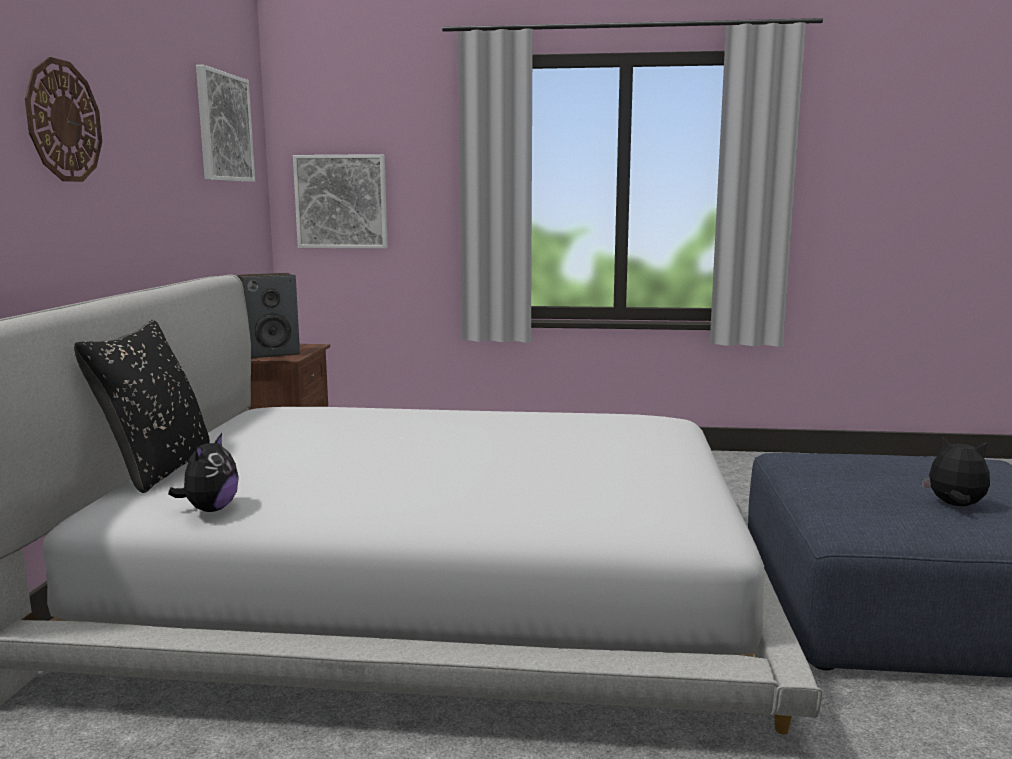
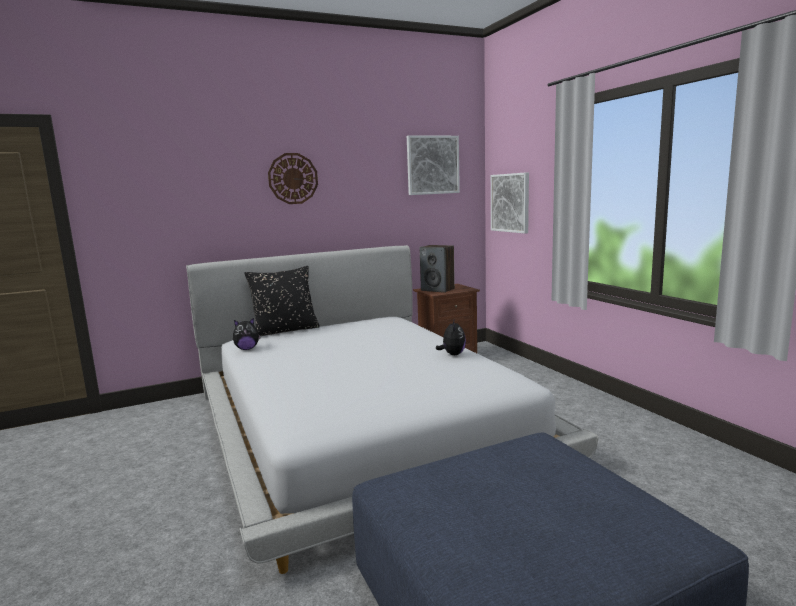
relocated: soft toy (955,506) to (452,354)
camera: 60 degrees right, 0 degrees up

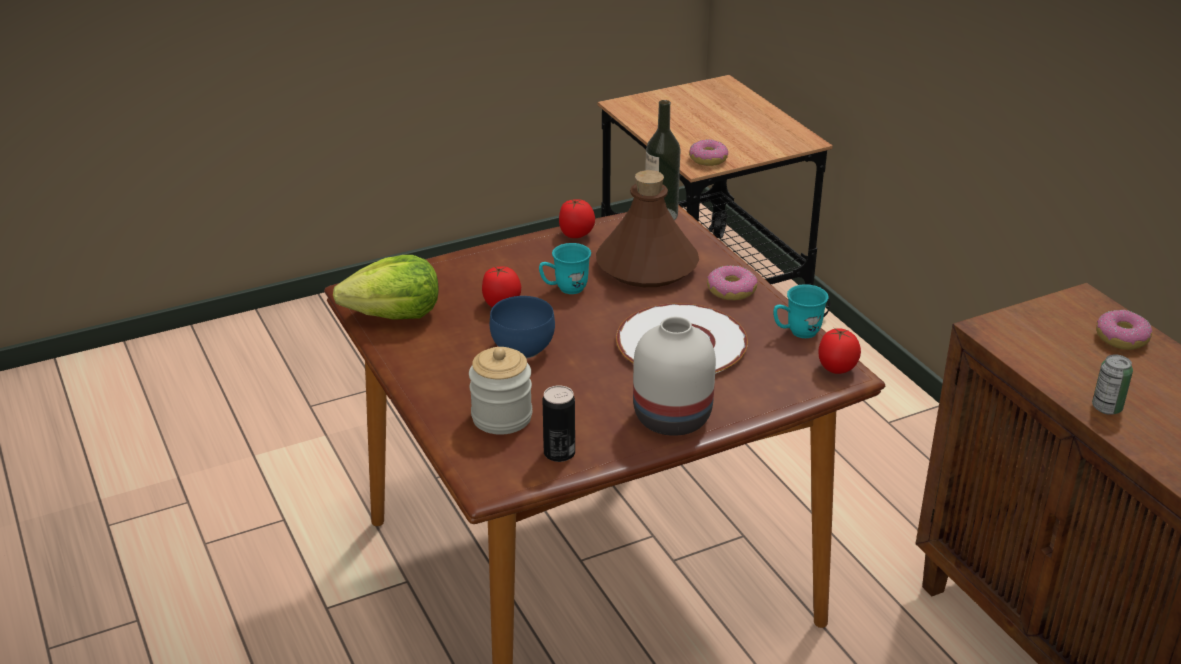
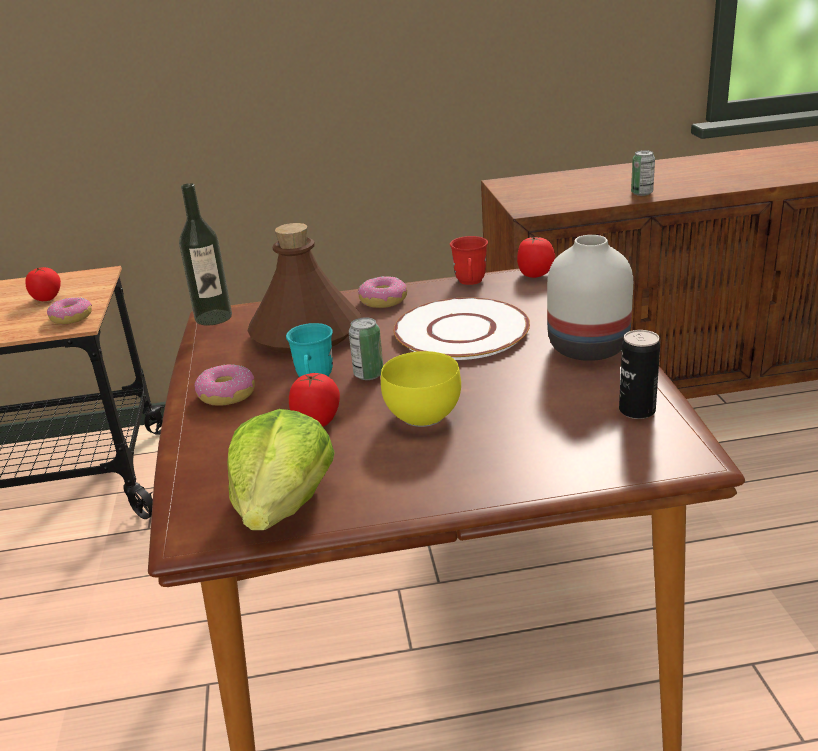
missing: jar (502,417)
appeared: metal can (368,374)
relocated: whole tomato (576,235) to (47,298); doughnut (1121,338) to (226,395)
colour: blue deep dish (520,349) to yellowish deep dish (421,417); turquoise-coloured coffee mug (797,332) to reddish coffee mug (470,283)
camera: 70 degrees left, 5 degrees down

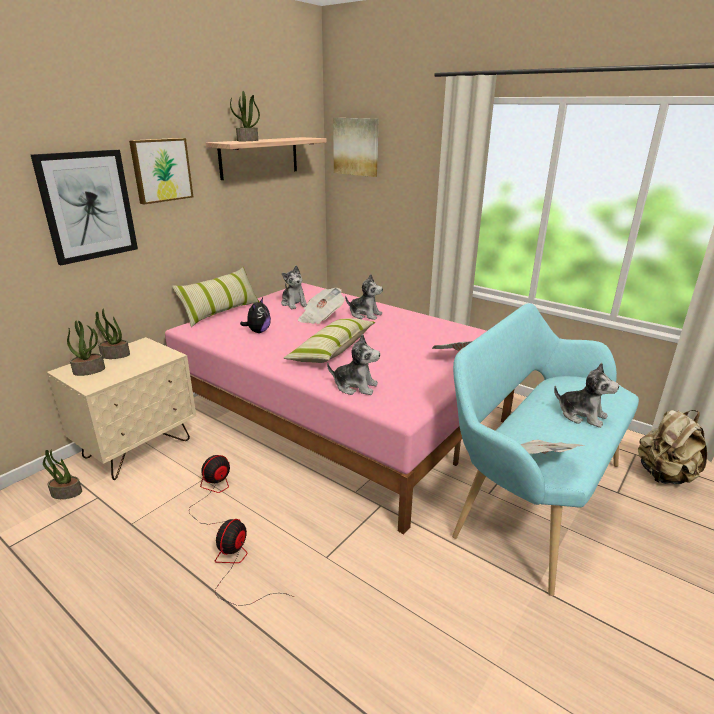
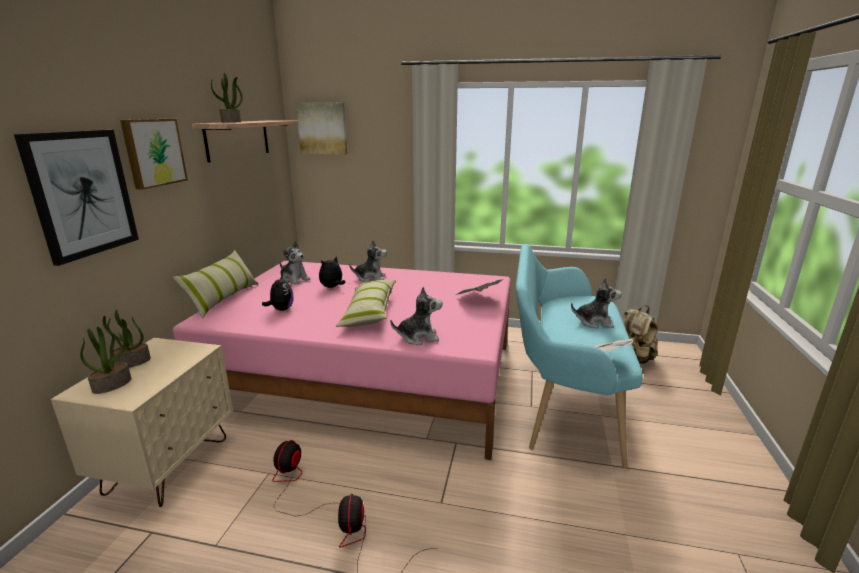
missing: houseplant (66,493)
exchanged: newspaper (320,318) to soft toy (332,287)
camera: 25 degrees left, 5 degrees down

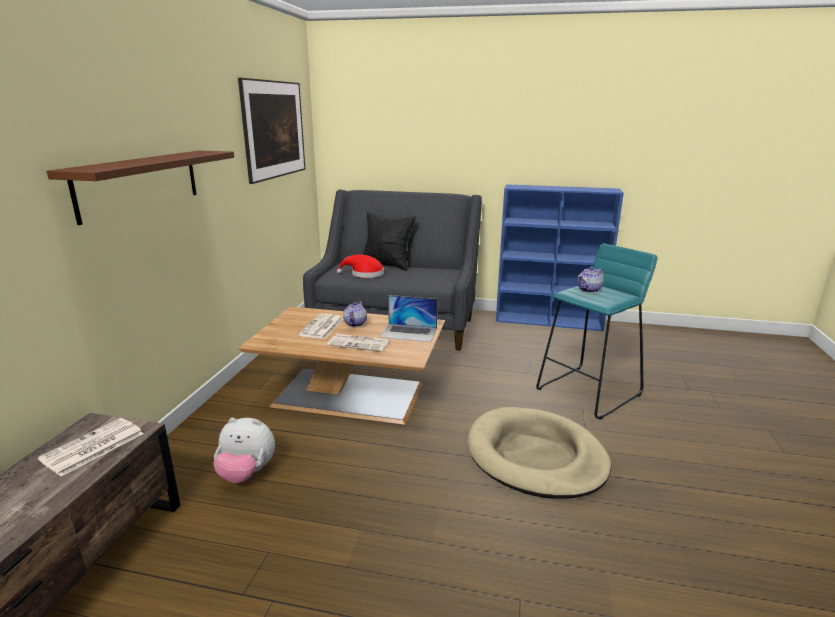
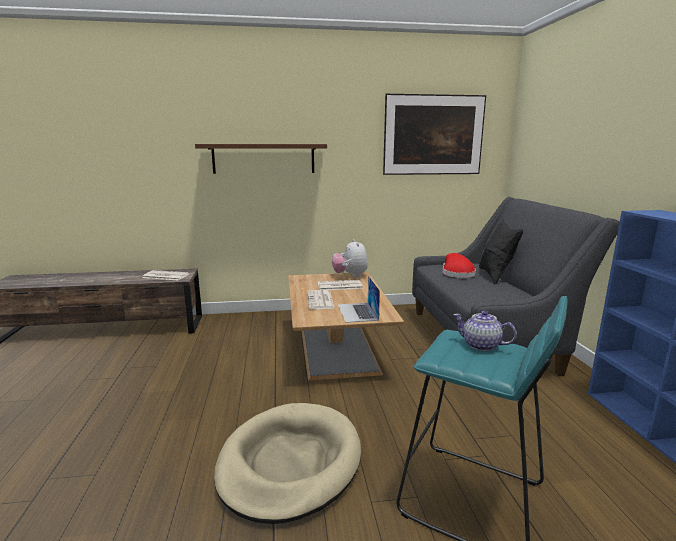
missing: teapot (355,323)
relocated: soft toy (246,473) to (350,275)
camera: 70 degrees right, 5 degrees down

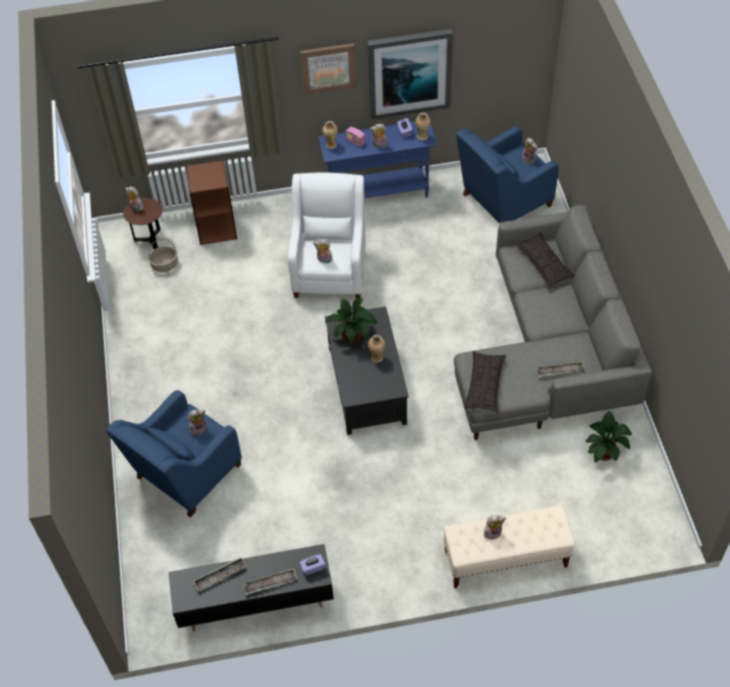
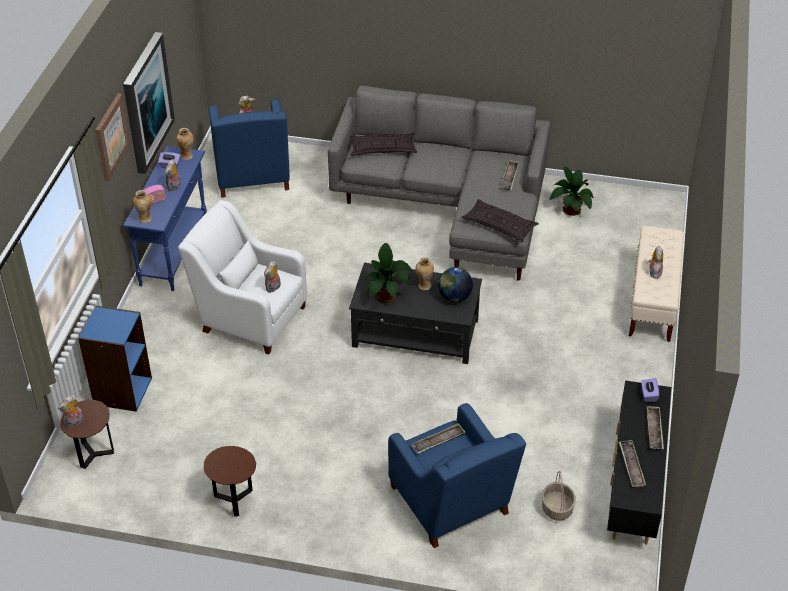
appeared: brown end table (234,500); world globe (454,297)
relocated: storage basket (164,265) to (557,509)
exchanged: soft toy (198,428) to carrying tray (438,441)
colour: brown bookshelf (216,228) to blue bookshelf (122,391)
camera: 70 degrees left, 10 degrees down

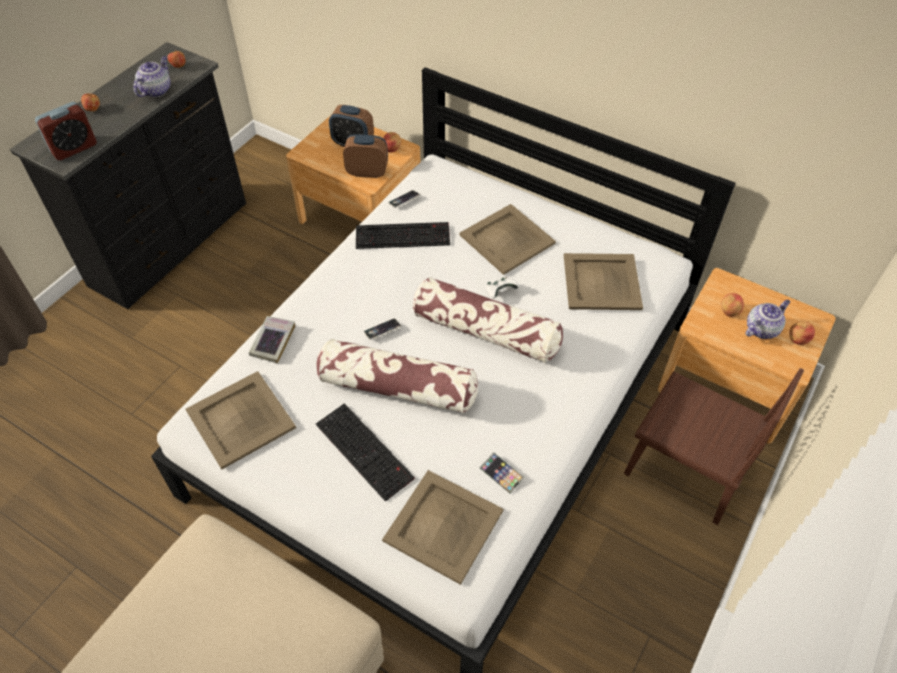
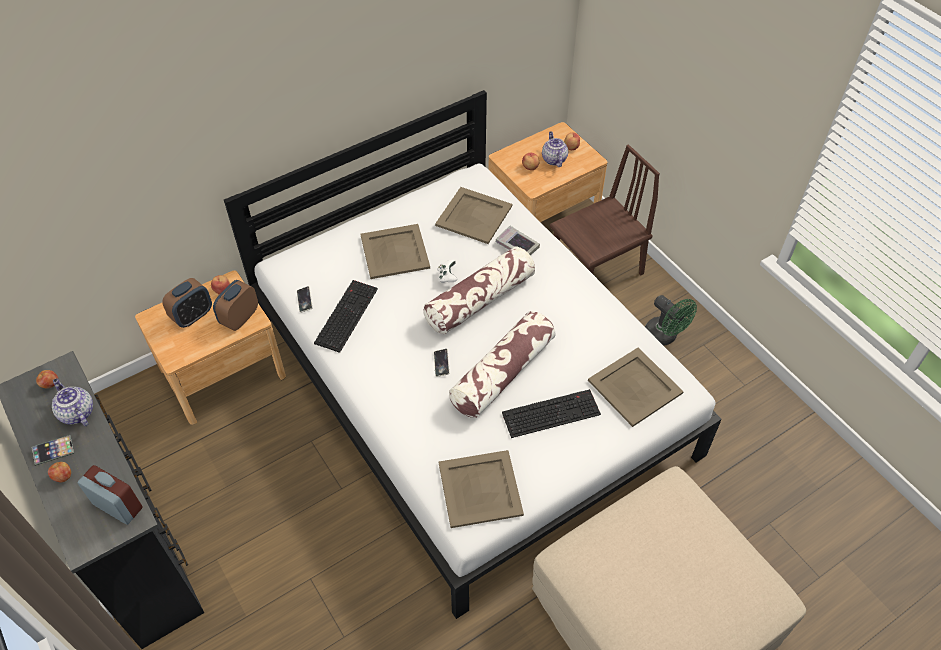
appeared: green-coloured electric fan (664,337)
relocated: phone (501,474) to (53,451); book (273,341) to (517,245)
spun: bedside clock (74,148) = (118,506) 45 degrees counterclockwise
camera: 65 degrees left, 0 degrees up

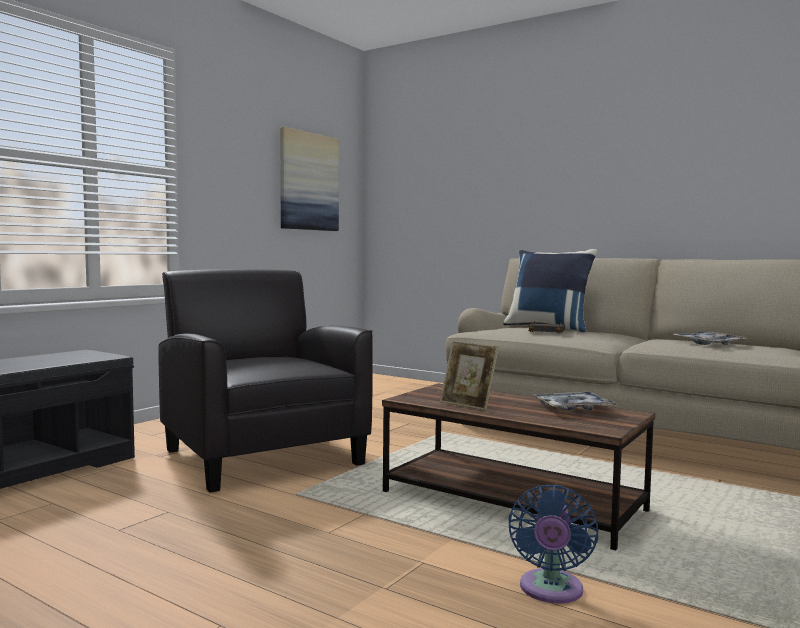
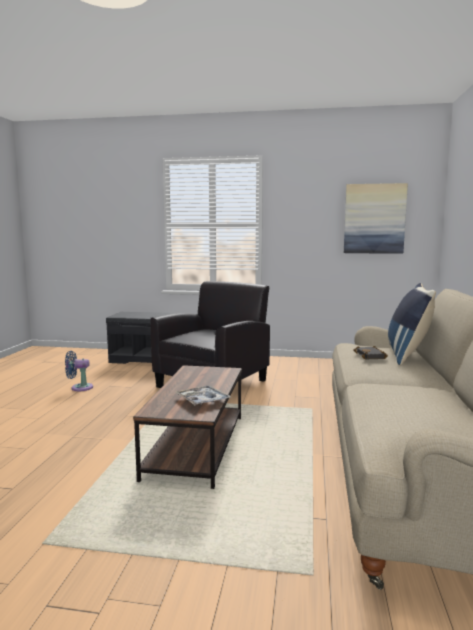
missing: picture frame (468,405); carrying tray (709,344)
relocated: blue electric fan (550,591) to (79,388)
camera: 65 degrees right, 5 degrees up

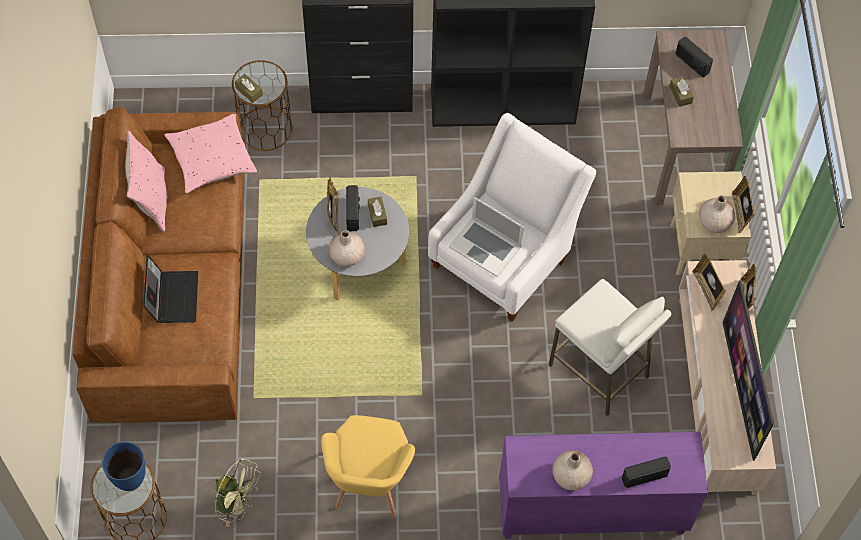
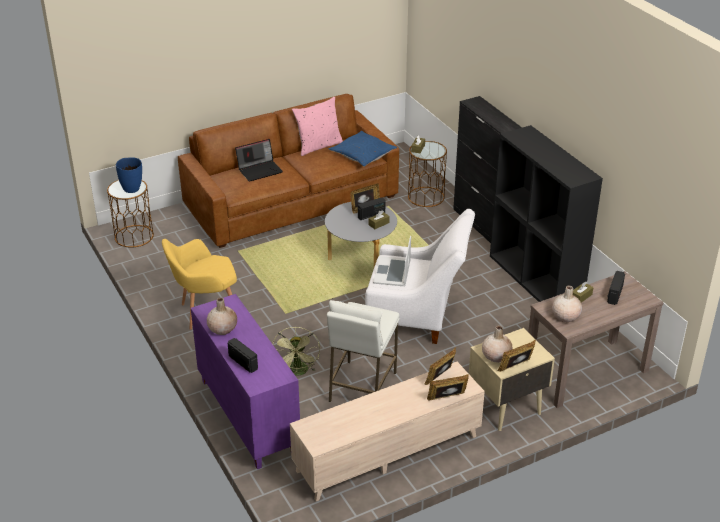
missing: TV set (740,390)
relocated: green-coloured electric fan (237,503) to (298,372); beige vase (346,256) to (565,316)
colour: pink throw pillow (211,159) to blue throw pillow (362,155)
camera: 65 degrees right, 25 degrees down

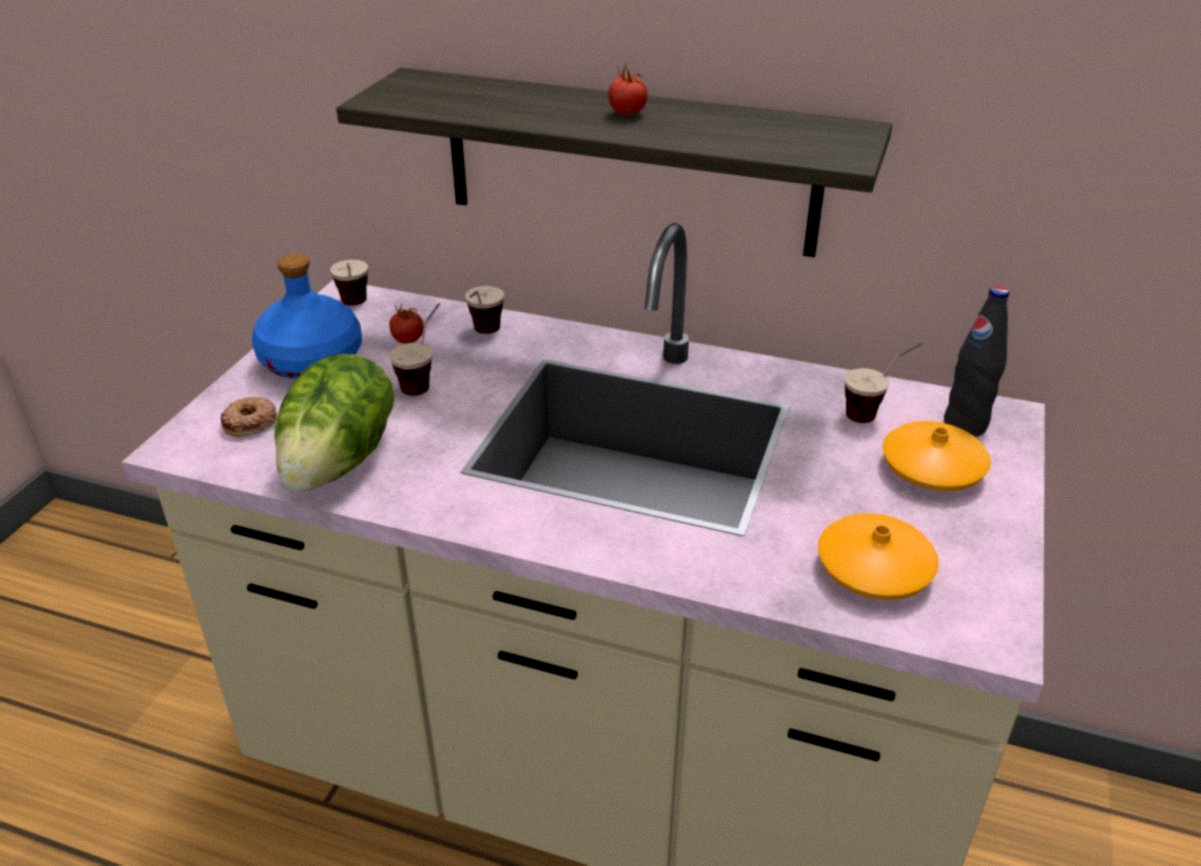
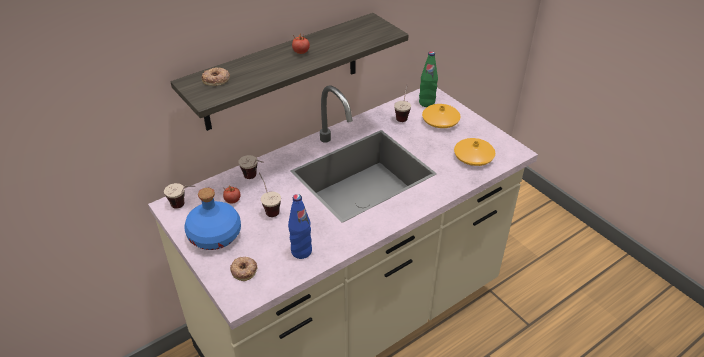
appeared: doughnut (216,79)
exchanged: lettuce head (342,460) to blue bottle (301,251)
colour: black-coloured bottle (965,425) to green-coloured bottle (426,103)
camera: 55 degrees left, 5 degrees up

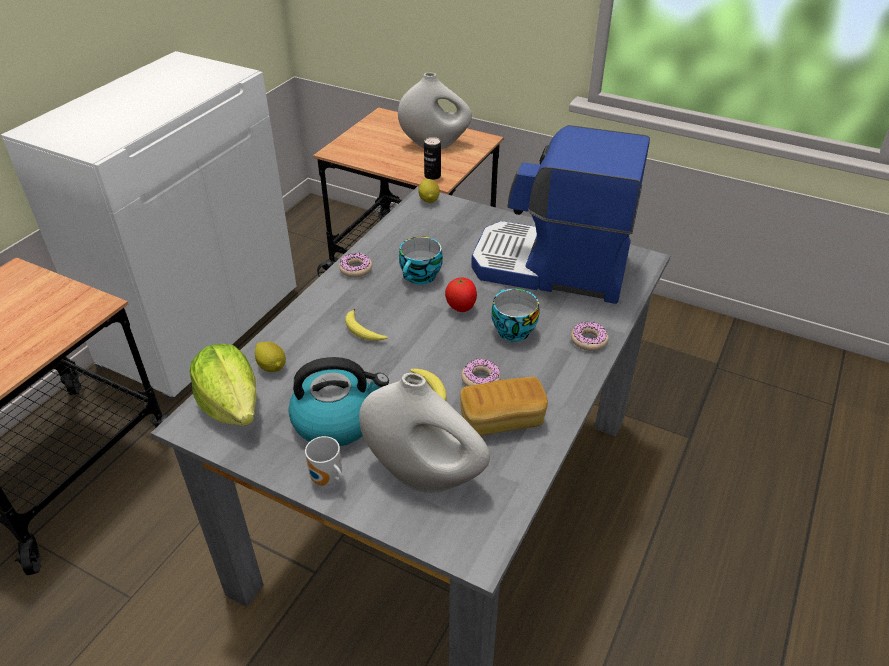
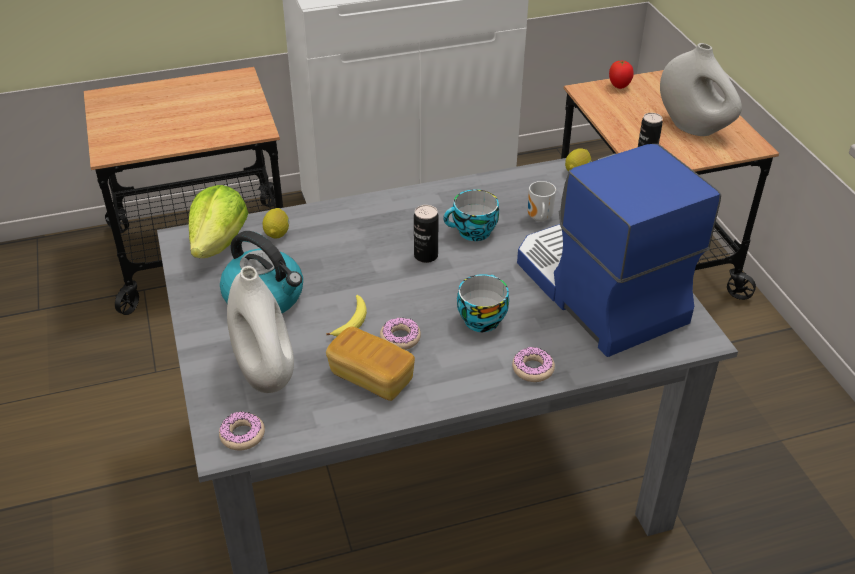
missing: whole banana (363,331)
appeared: metal can (426,256)
relocated: doughnut (356,269) to (242,435); coffee mug (327,480) to (538,218); whole tomato (461,308) to (619,86)
camera: 45 degrees right, 0 degrees up

